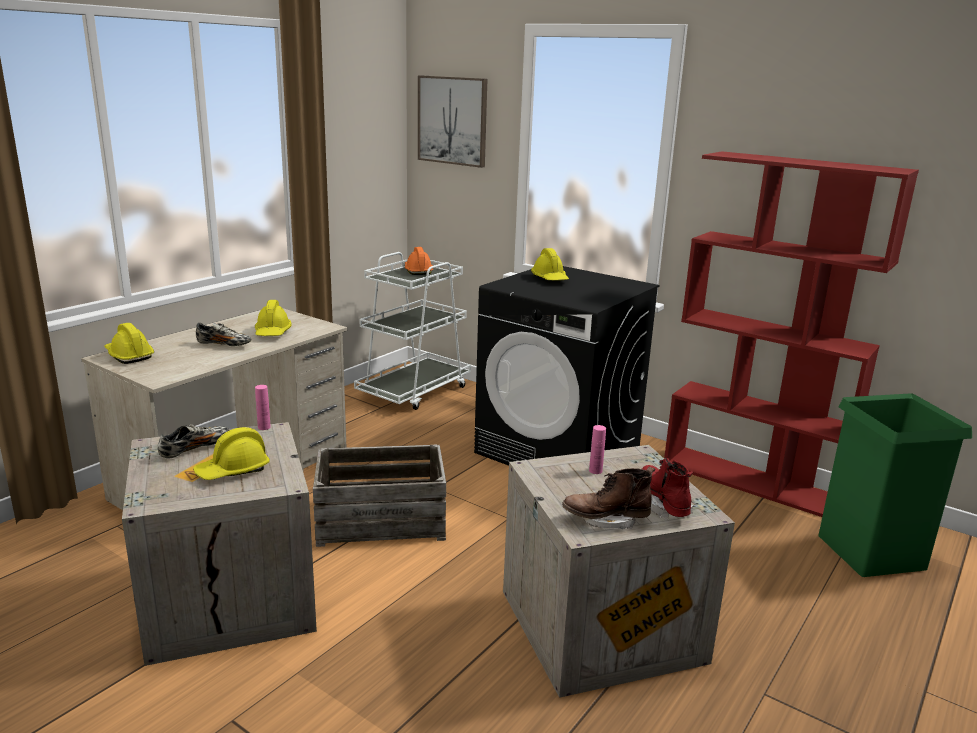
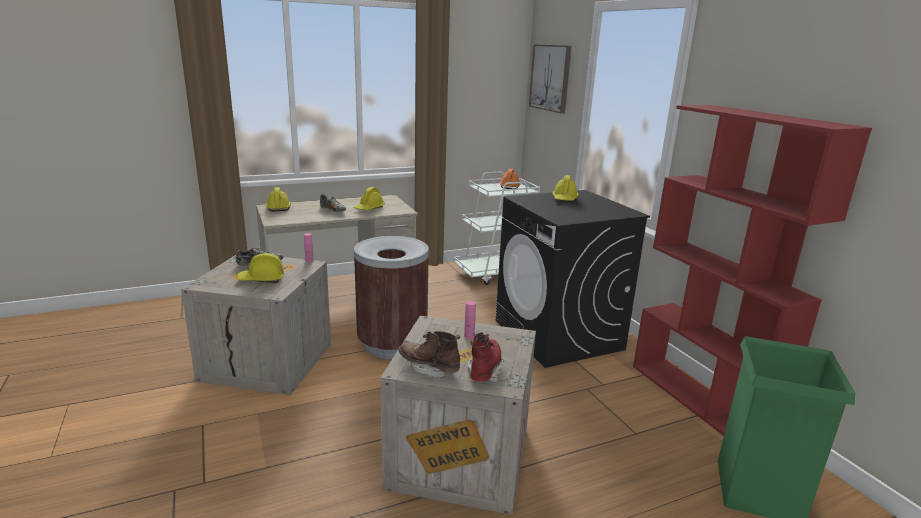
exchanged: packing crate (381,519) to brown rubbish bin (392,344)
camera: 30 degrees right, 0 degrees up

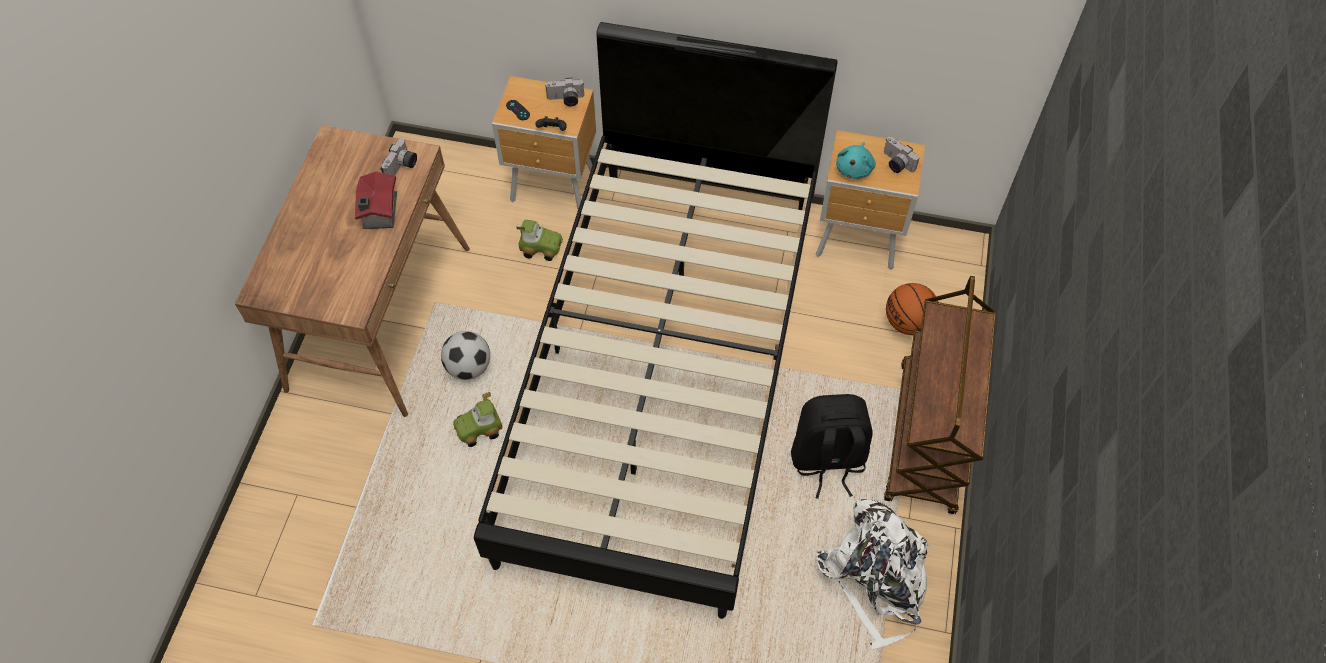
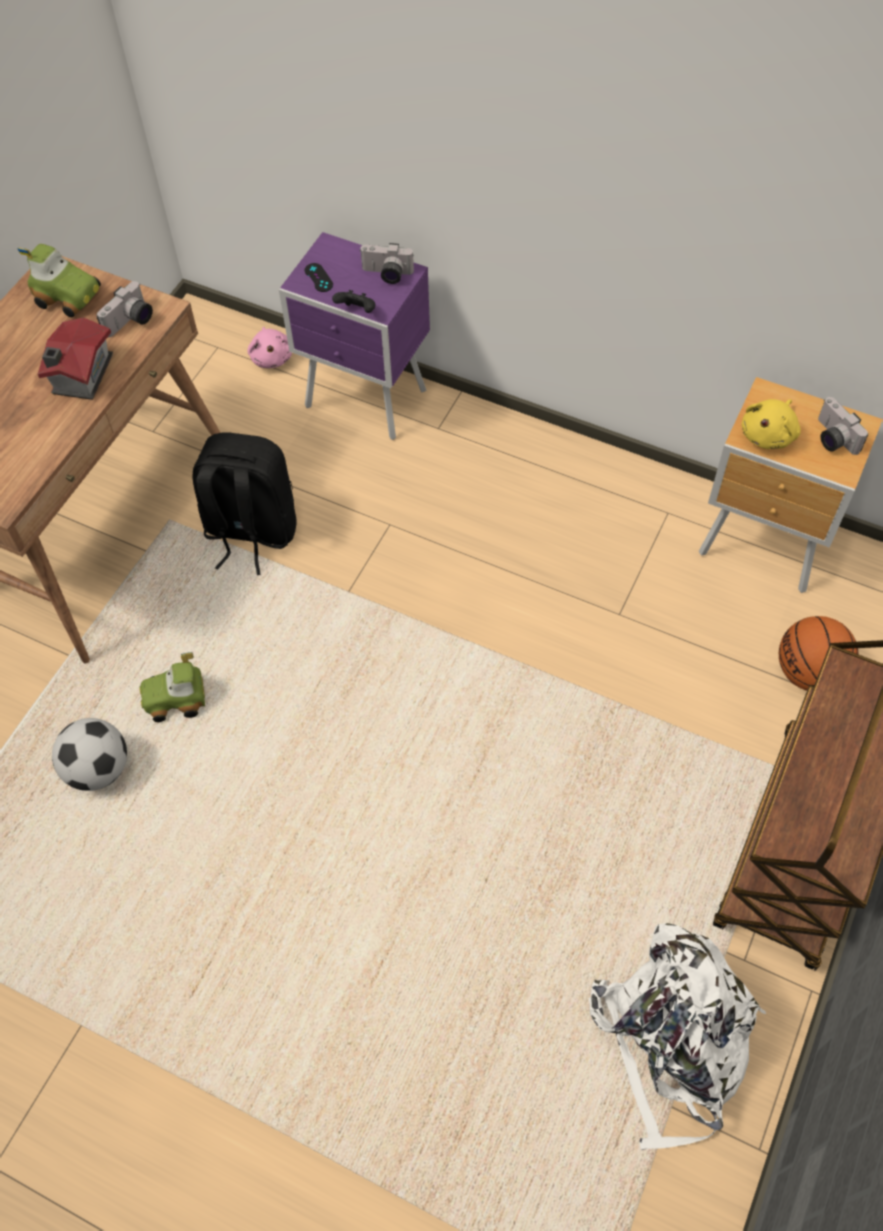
missing: black-coloured sleeping bed (663,373)
appeared: pink soft toy (272,357)
relocated: toy car (541,246) to (69,296); football ball (469,367) to (98,769); black-coloured knapsack (827,460) to (250,531)
colour: brown night table (555,189) to purplish night table (367,401); turquoise-coloured soft toy (854,168) to yellowish soft toy (769,434)
camera: 15 degrees right, 0 degrees up

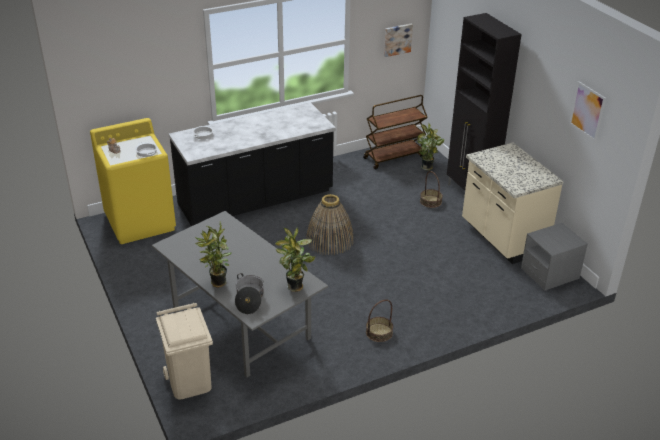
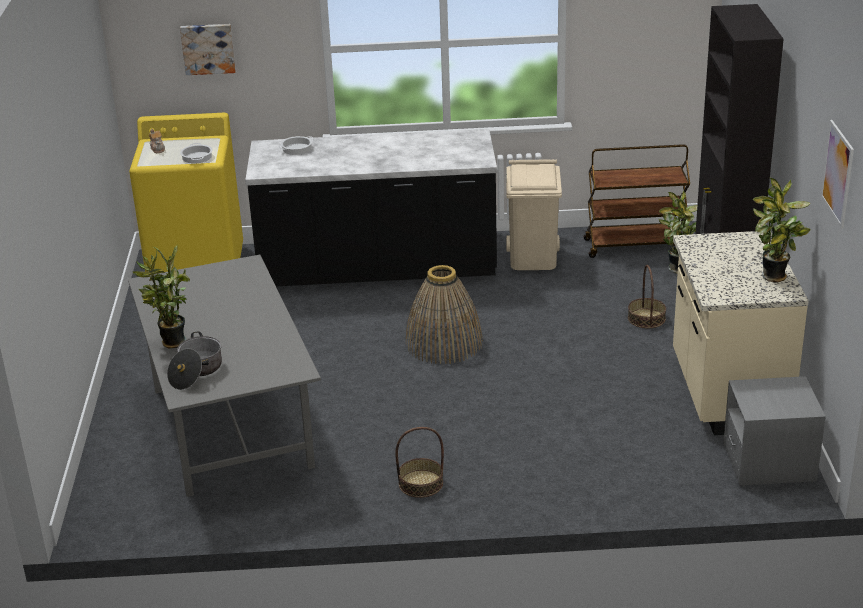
relocated: picture (397,39) to (208,48); beige rubbish bin (190,382) to (533,258); houseplant (296,288) to (774,278)
camera: 25 degrees right, 5 degrees down

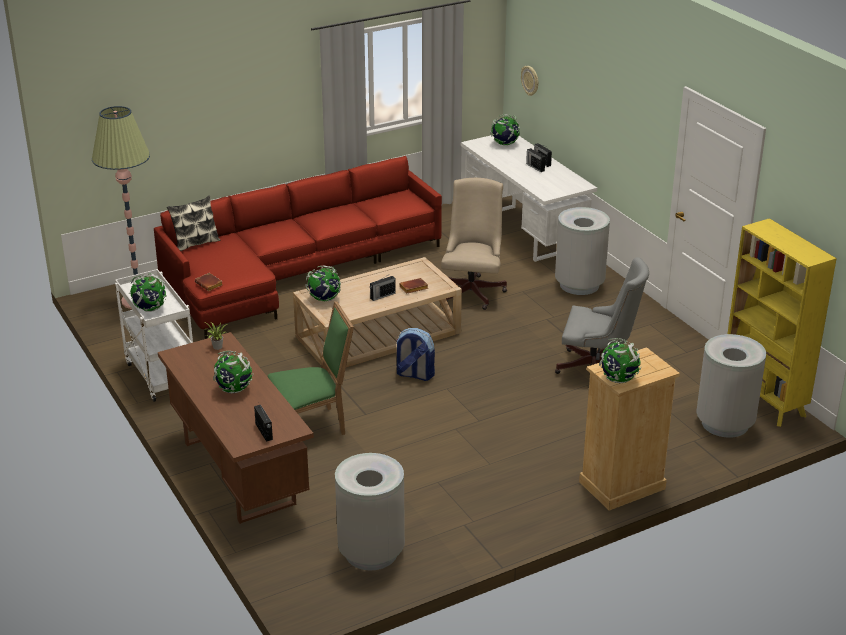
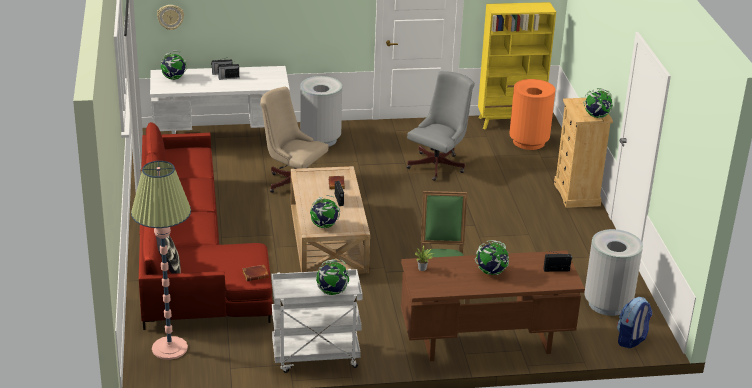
relocated: knapsack (414,374) to (631,340)
colour: grey rubbish bin (725,423) to orange-coloured rubbish bin (529,142)
camera: 70 degrees left, 0 degrees up

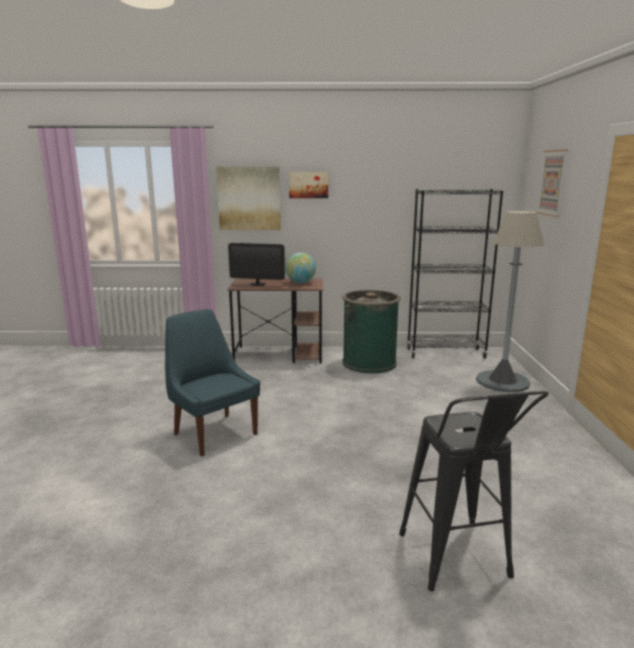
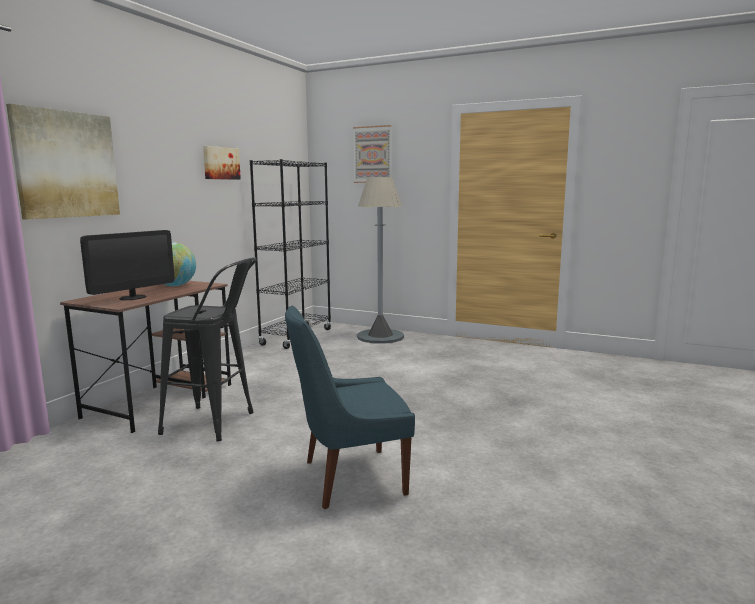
missing: green-coloured rubbish bin (369,363)
relocated: black-coloured stool (458,564) to (217,424); picture (308,184) to (220,163)
camera: 65 degrees left, 5 degrees down

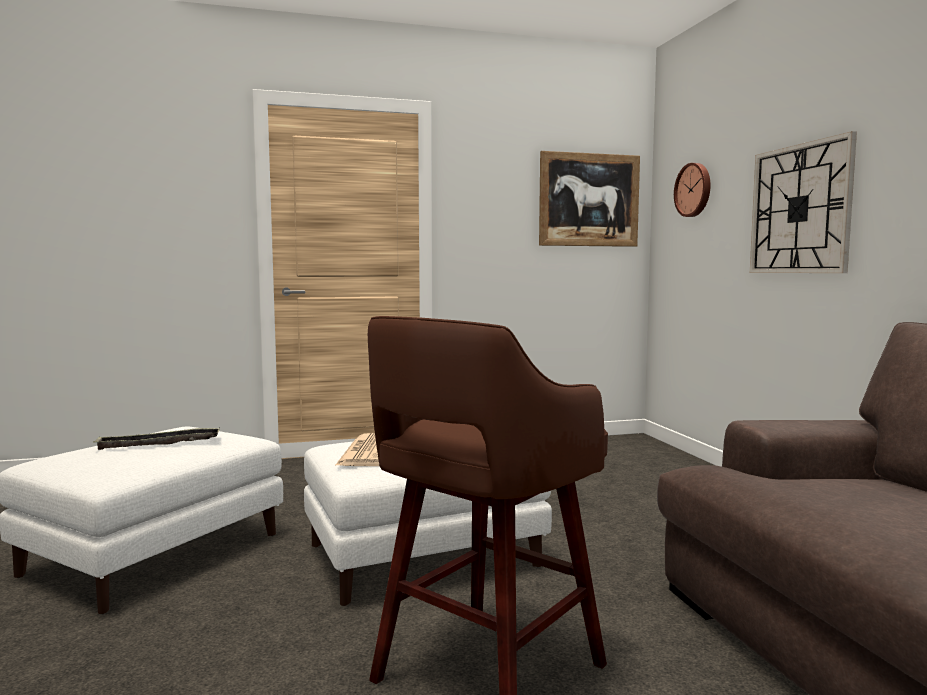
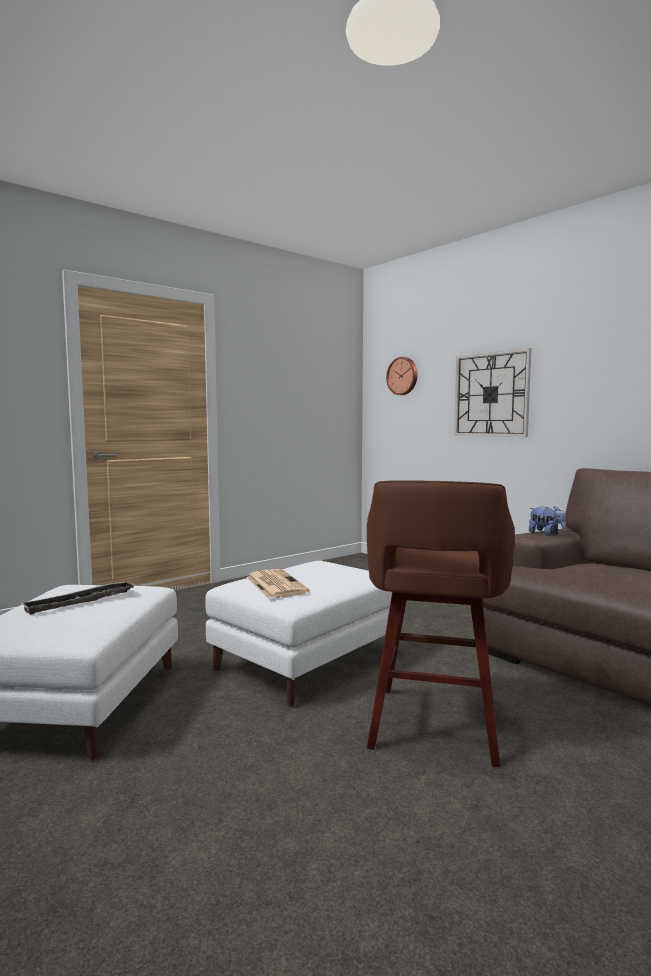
missing: picture (589,200)
appeared: soft toy (546,534)
camera: 25 degrees left, 0 degrees up

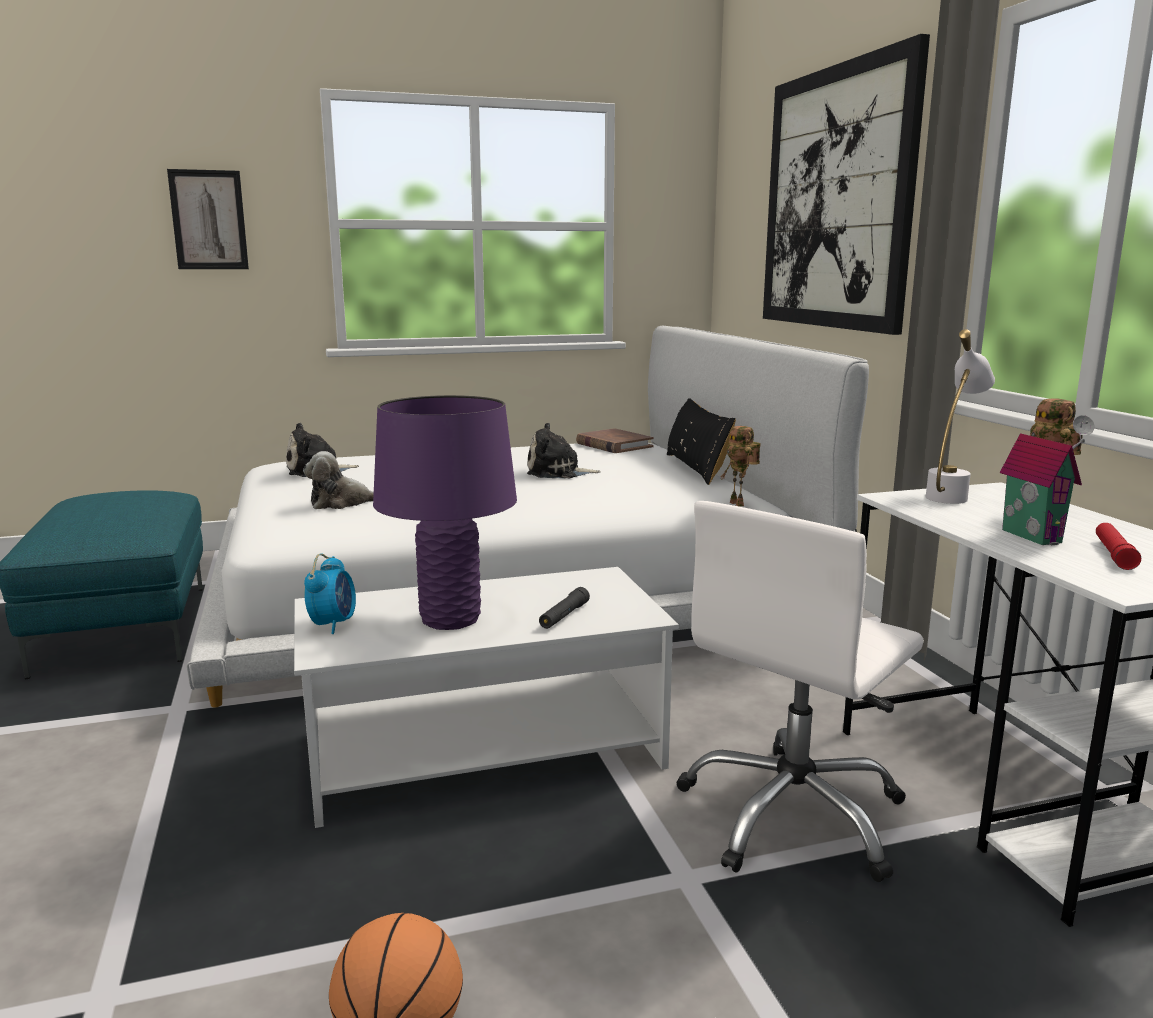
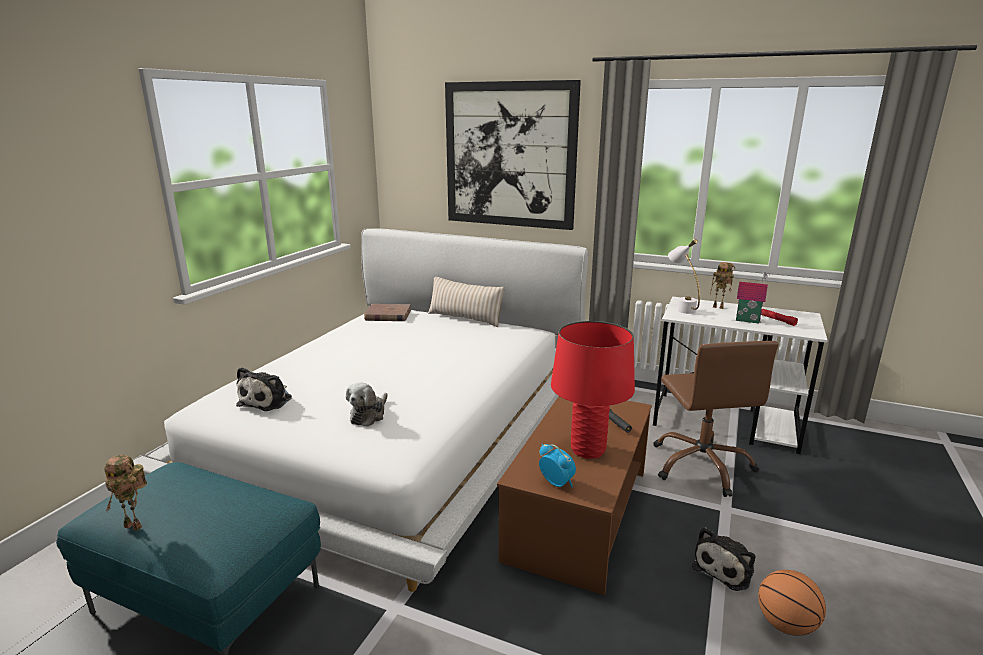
missing: picture (209,220)
relocated: toy robot (739,504) to (136,526); soft toy (557,473) to (725,568)
colour: black-coloured throw pillow (696,468) to beige throw pillow (465,318); white-coloured lounge table (486,750) to brown lounge table (579,513); purplish lamp for a table (450,619) to reddish lamp for a table (587,450); white-coloured computer chair (793,815) to brown computer chair (702,465)
camera: 50 degrees left, 5 degrees up

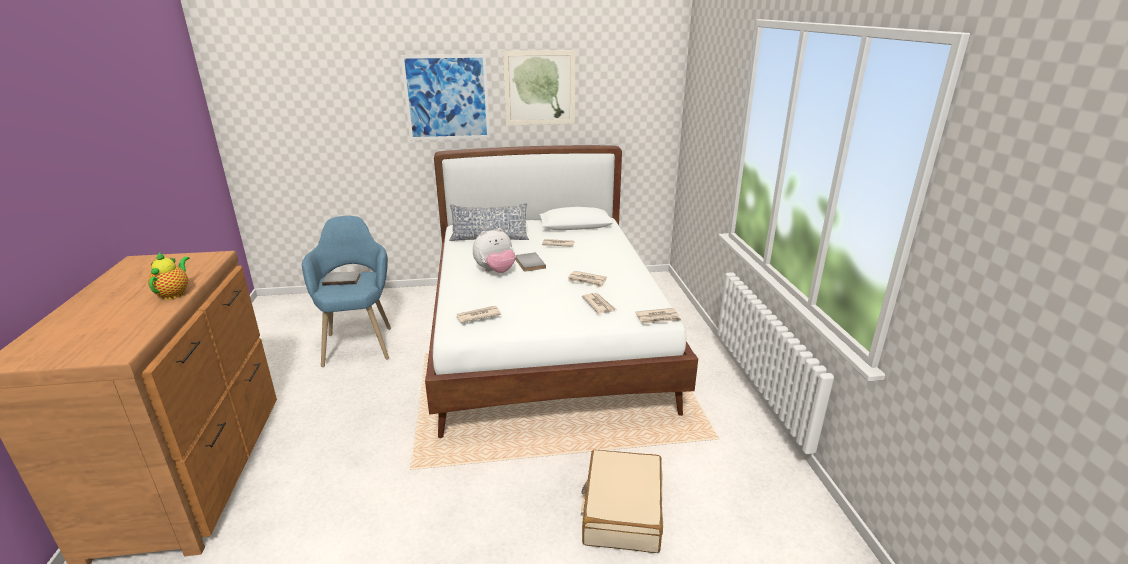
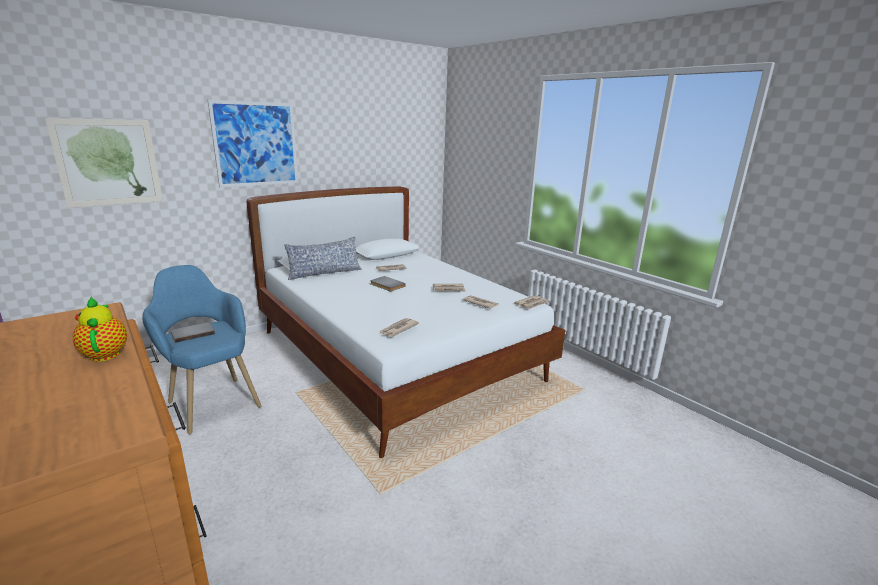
missing: soft toy (496,271); beige travel case (622,510)
relocated: picture (539,88) to (108,162)
camera: 30 degrees left, 5 degrees down

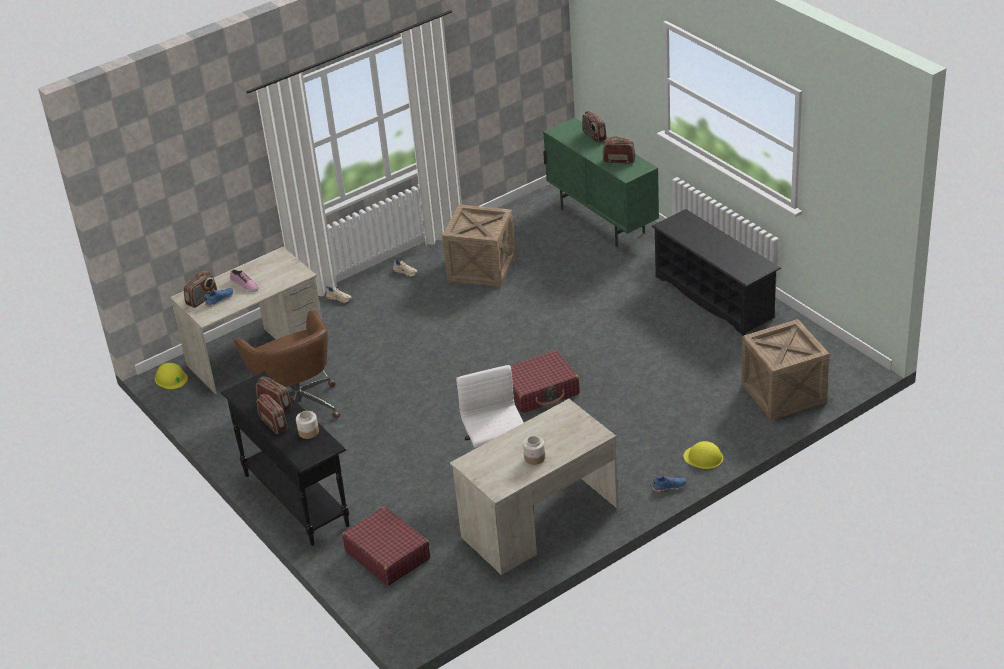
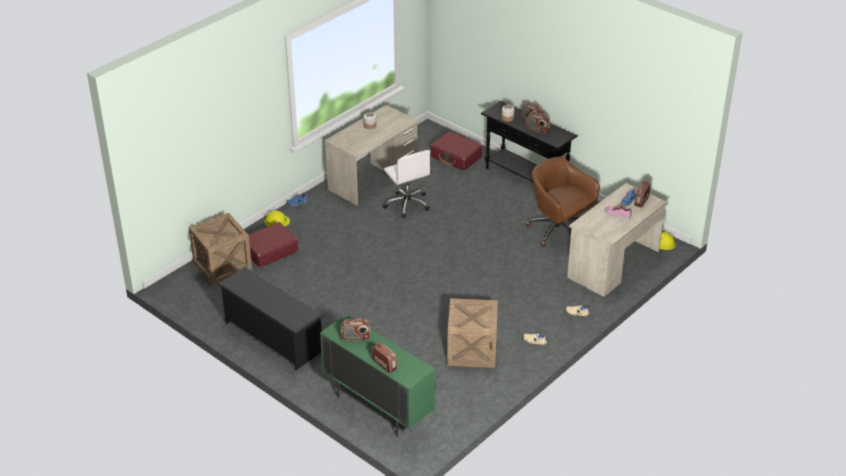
relocated: reddish travel case (540,390) to (269,251)
camera: 165 degrees right, 0 degrees up

